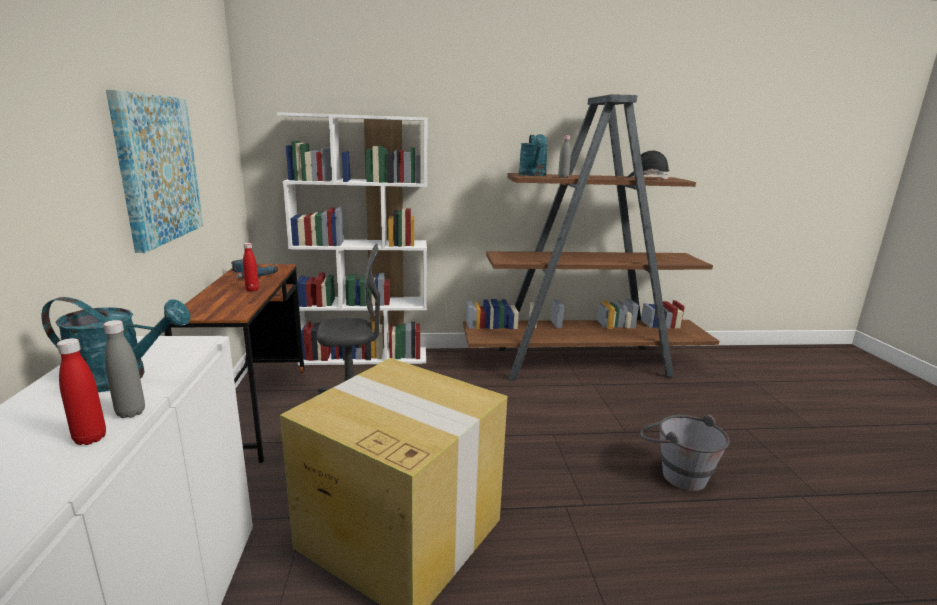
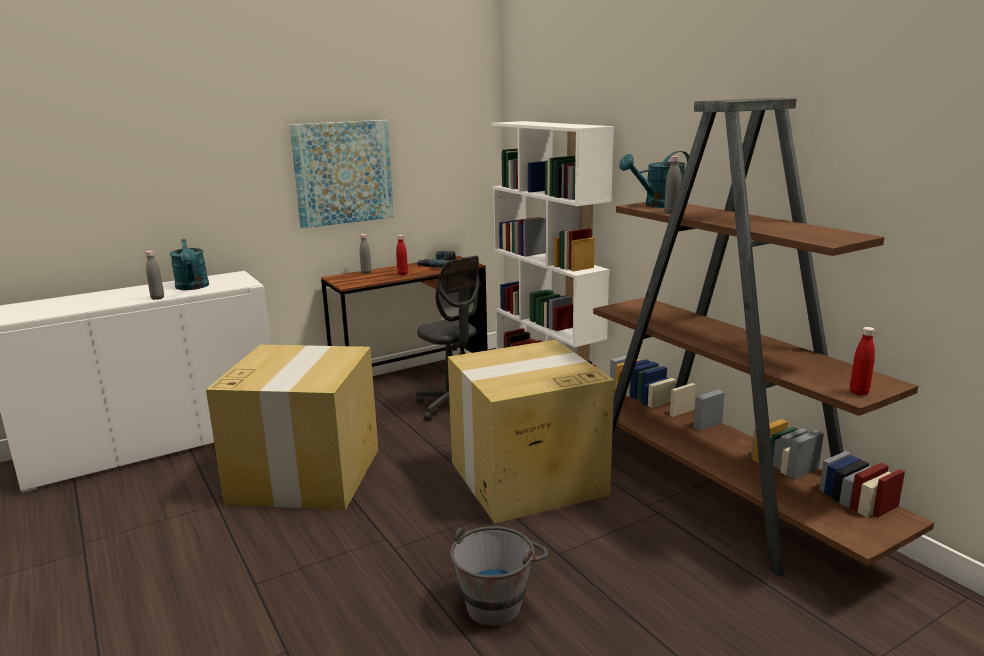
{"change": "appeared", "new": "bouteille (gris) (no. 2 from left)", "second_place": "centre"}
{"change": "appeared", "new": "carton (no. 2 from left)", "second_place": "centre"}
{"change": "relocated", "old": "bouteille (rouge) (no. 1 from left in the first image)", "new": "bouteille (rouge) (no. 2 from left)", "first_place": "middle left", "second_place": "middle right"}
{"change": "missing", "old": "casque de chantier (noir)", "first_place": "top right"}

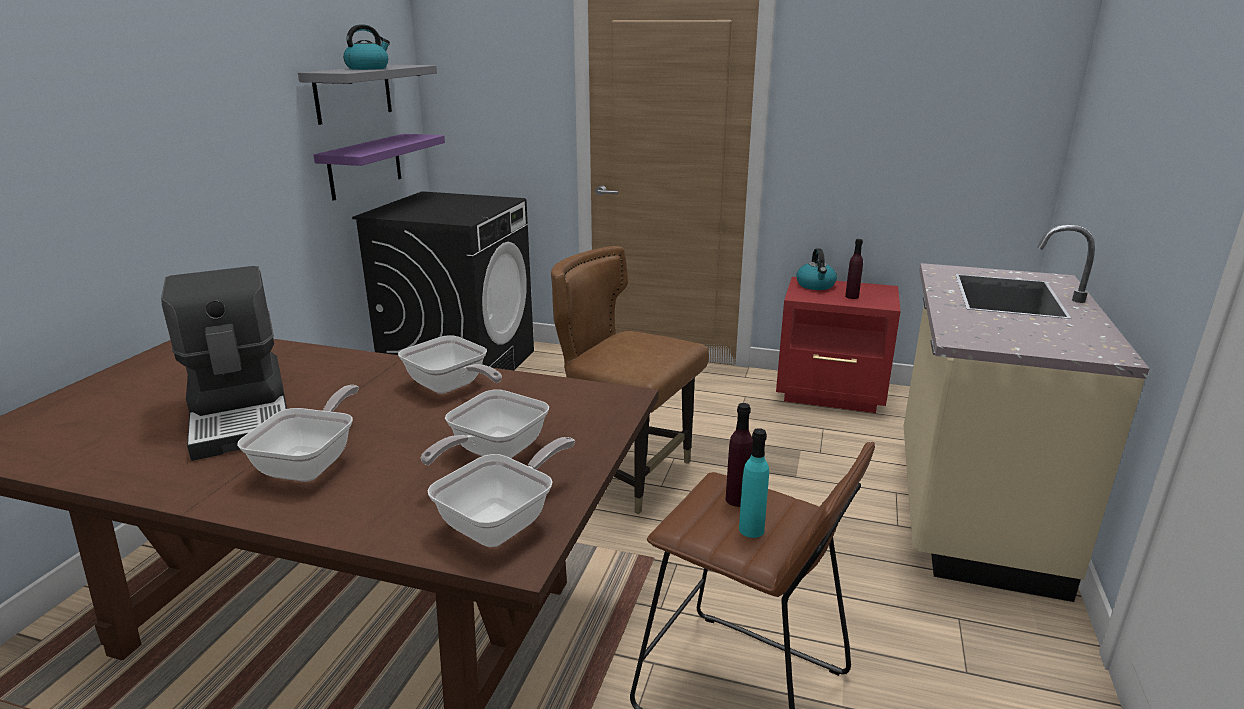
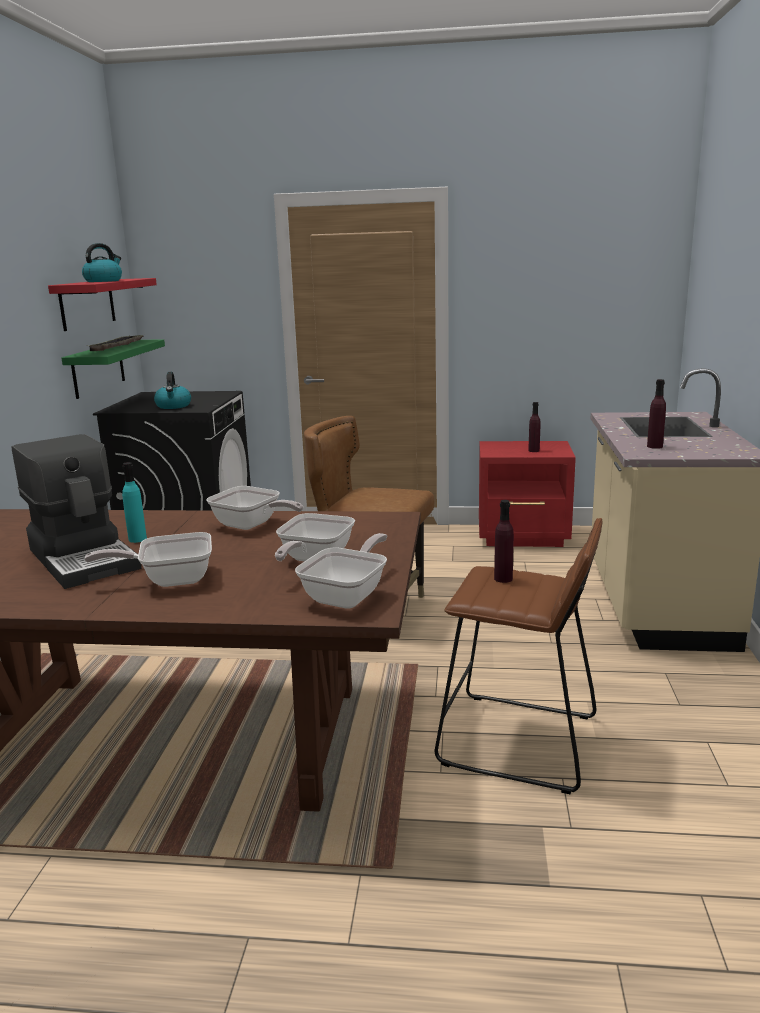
{"change": "colour", "old": "étagère (gris)", "new": "étagère (rouge)", "first_place": "top left", "second_place": "top left"}
{"change": "colour", "old": "étagère (violet)", "new": "étagère (vert)", "first_place": "top left", "second_place": "middle left"}
{"change": "spun", "old": "poêle (no. 1 from left)", "first_place": "middle left", "second_place": "middle left", "degrees": -105}
{"change": "appeared", "new": "plateau", "second_place": "middle left"}
{"change": "relocated", "old": "bouteille (turquoise)", "first_place": "bottom centre", "second_place": "middle left"}
{"change": "relocated", "old": "bouilloire (no. 2 from left)", "first_place": "centre", "second_place": "middle left"}
{"change": "appeared", "new": "bouteille (violet) (no. 3 from left)", "second_place": "middle right"}

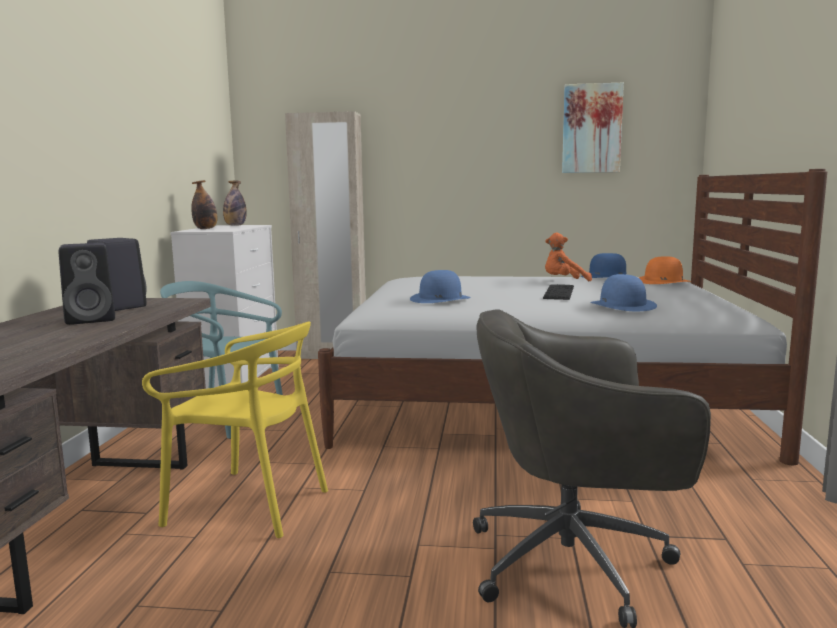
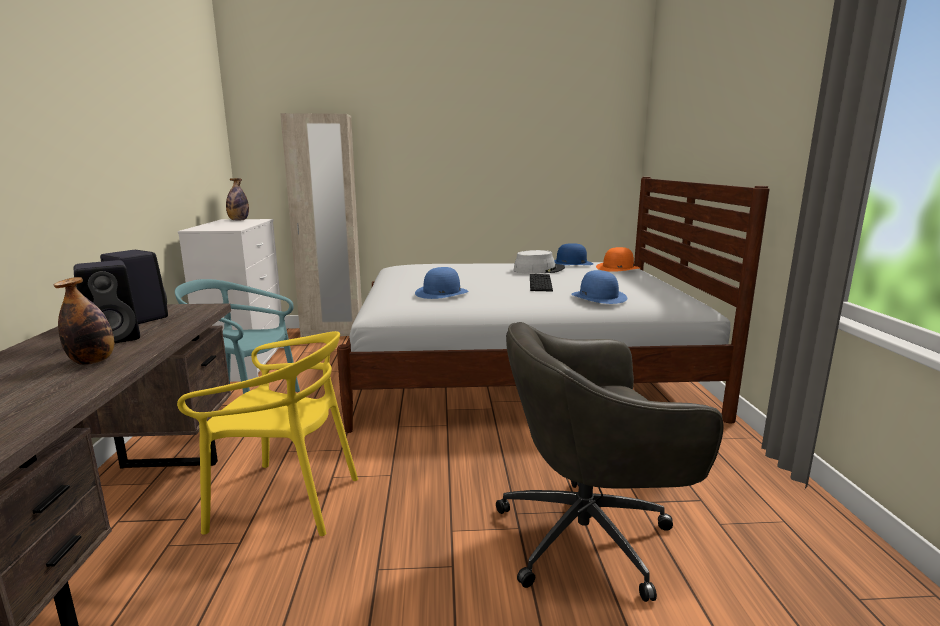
{"change": "relocated", "old": "bouteille (no. 1 from left)", "first_place": "top left", "second_place": "middle left"}
{"change": "exchanged", "old": "peluche (orange)", "new": "chapeau (gris)", "first_place": "middle right", "second_place": "centre"}
{"change": "missing", "old": "tableau", "first_place": "top right"}

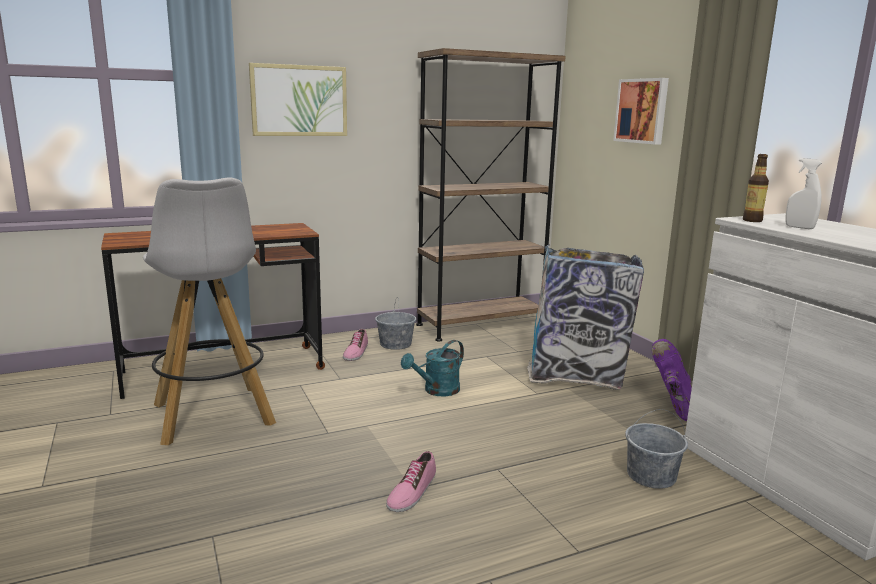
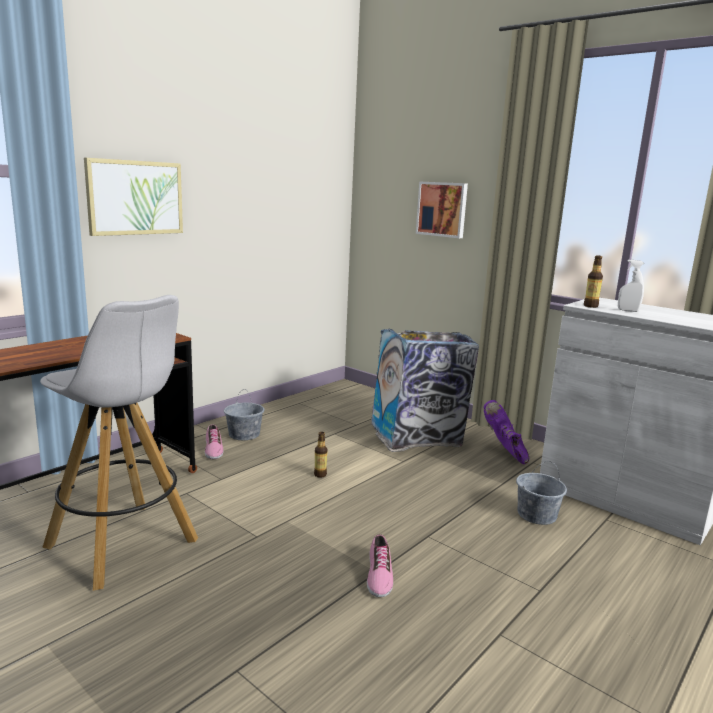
{"change": "exchanged", "old": "arrosoir (turquoise)", "new": "bouteille (no. 1 from left)", "first_place": "centre", "second_place": "centre"}
{"change": "missing", "old": "bibliothèque (marron)", "first_place": "top centre"}

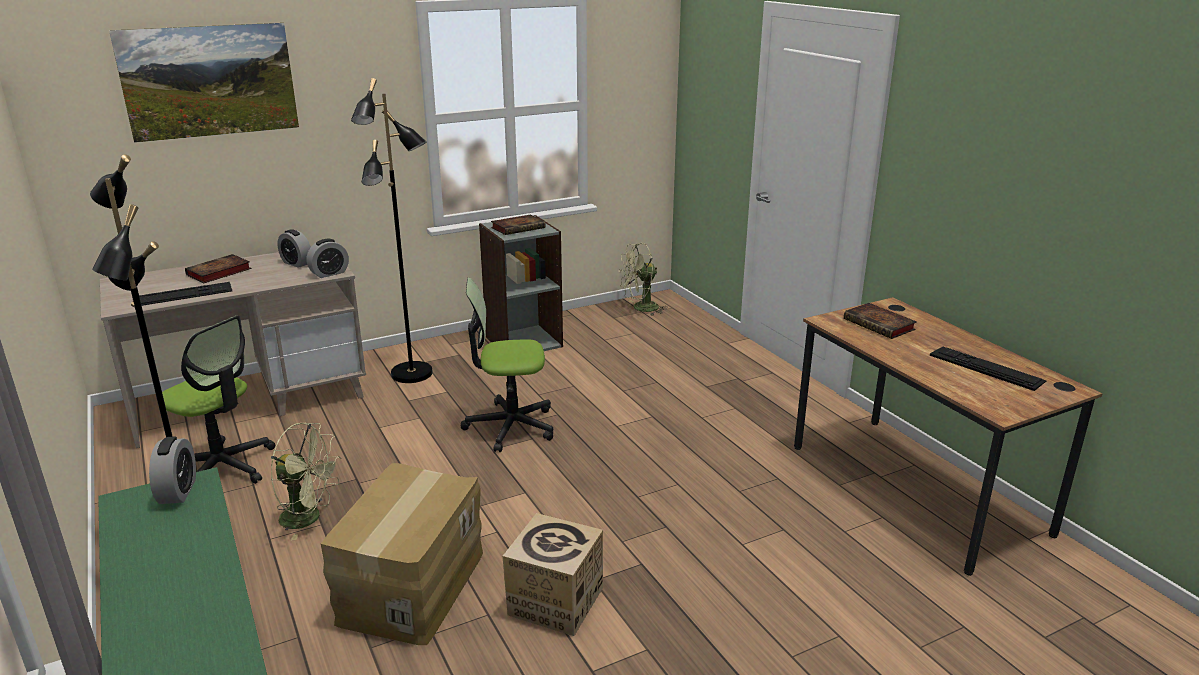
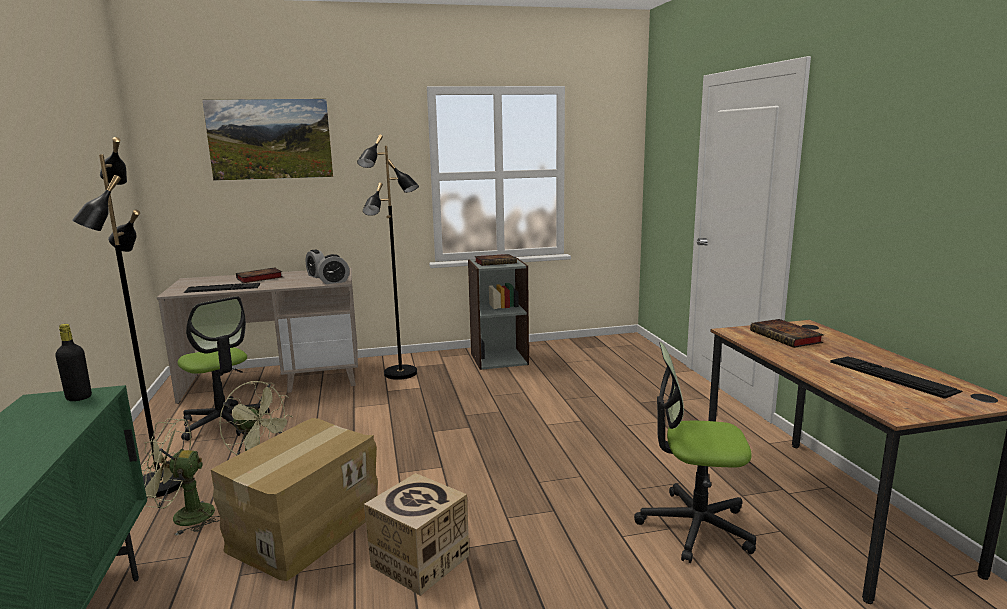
{"change": "exchanged", "old": "réveil (no. 1 from left)", "new": "bouteille (noir)", "first_place": "bottom left", "second_place": "middle left"}
{"change": "relocated", "old": "ventilateur (vert) (no. 2 from left in the first image)", "new": "ventilateur (vert) (no. 1 from left)", "first_place": "centre", "second_place": "bottom left"}
{"change": "relocated", "old": "chaise de bureau (no. 2 from left)", "first_place": "centre", "second_place": "bottom right"}

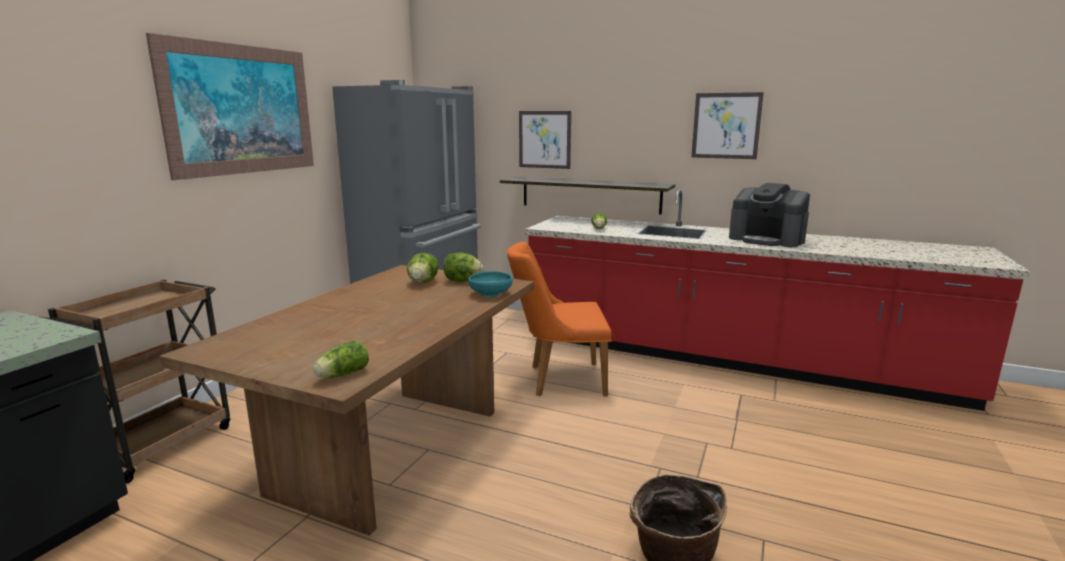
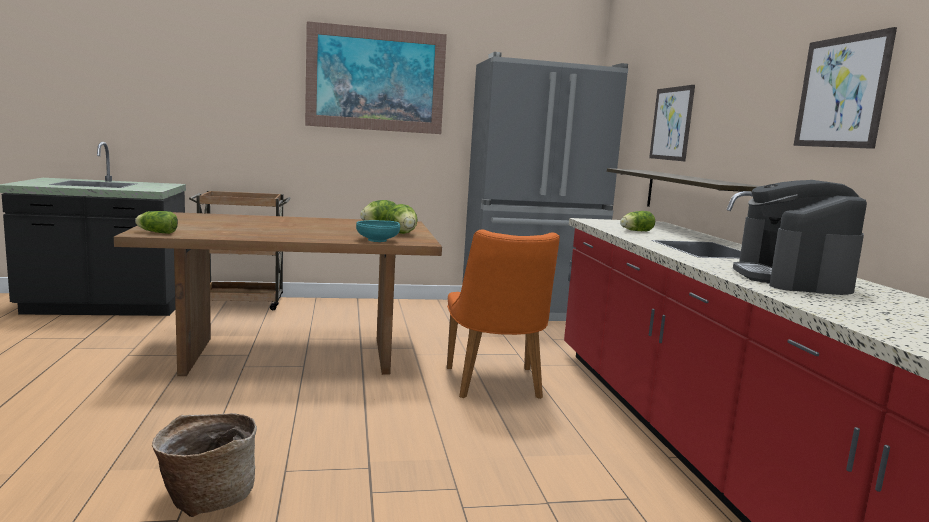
{"change": "spun", "old": "chaise (orange)", "first_place": "centre", "second_place": "centre", "degrees": -150}

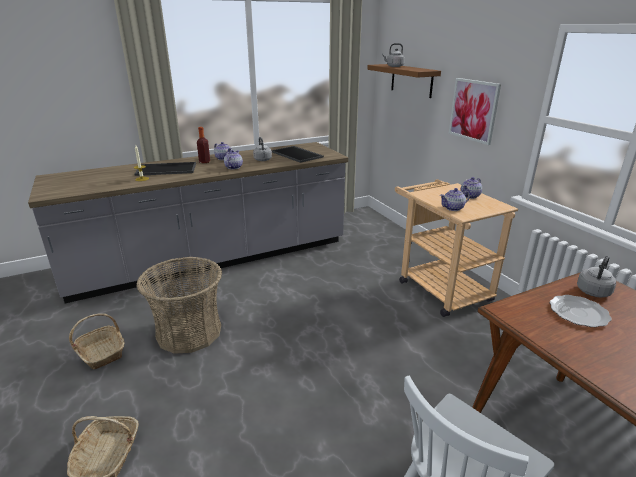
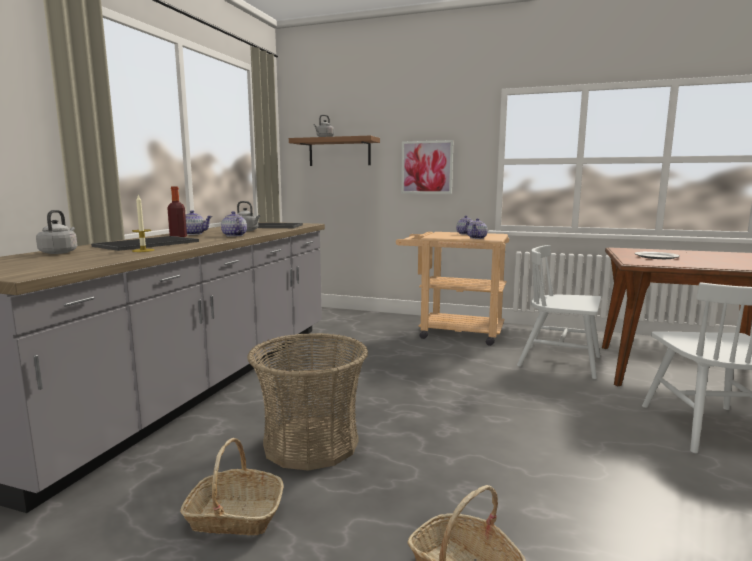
{"change": "relocated", "old": "bouilloire (gris) (no. 3 from left in the first image)", "new": "bouilloire (gris) (no. 1 from left)", "first_place": "middle right", "second_place": "middle left"}
{"change": "appeared", "new": "chaise (blanc) (no. 1 from left)", "second_place": "middle right"}

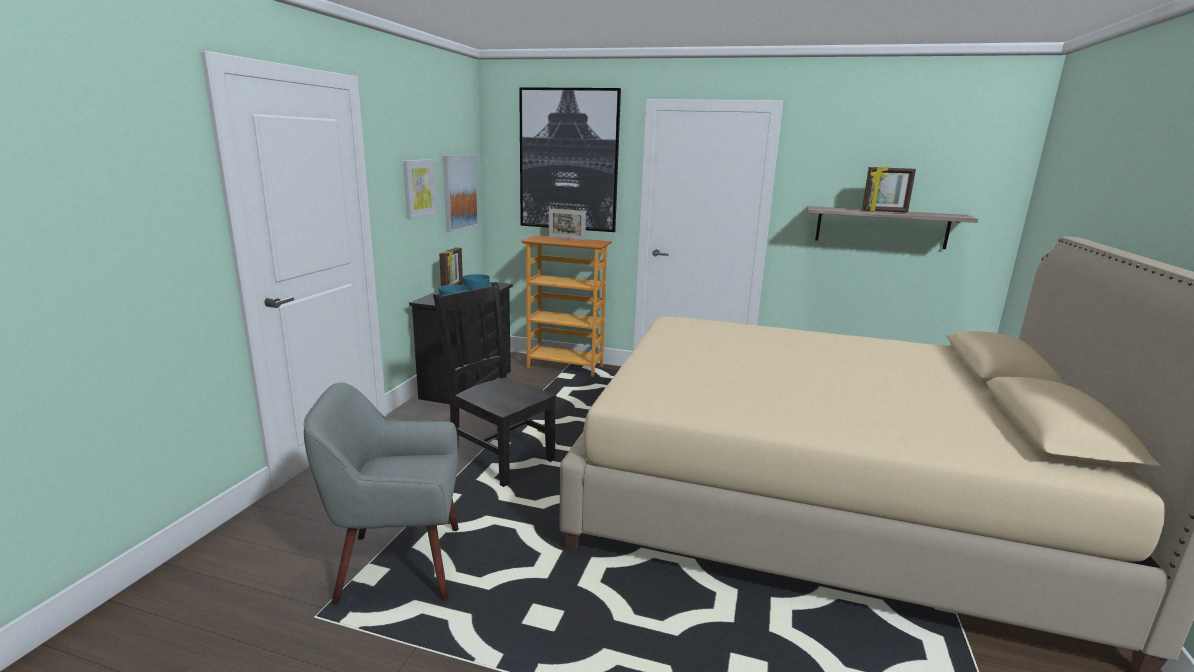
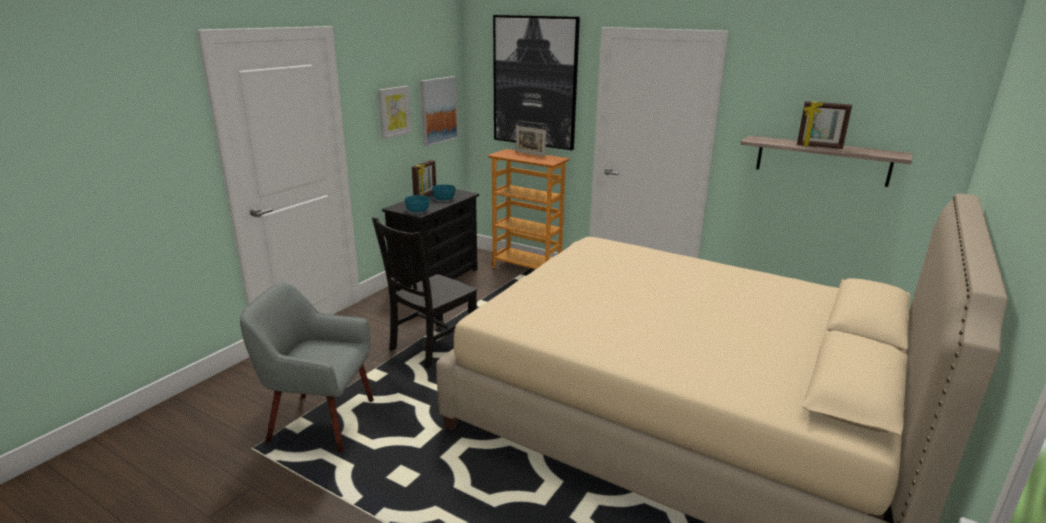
{"change": "spun", "old": "chaise (noir)", "first_place": "centre", "second_place": "centre", "degrees": -105}

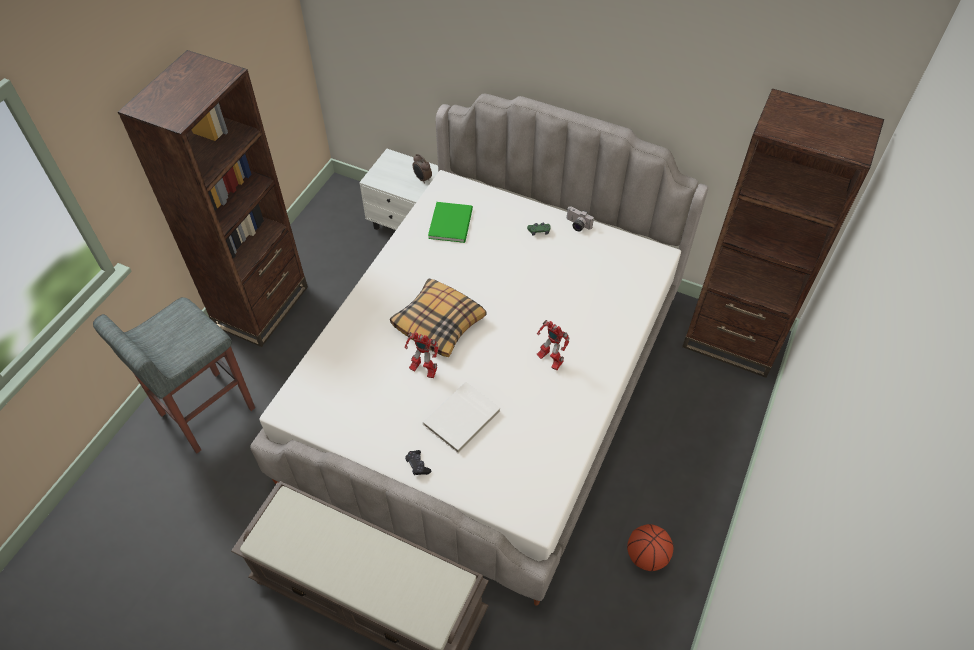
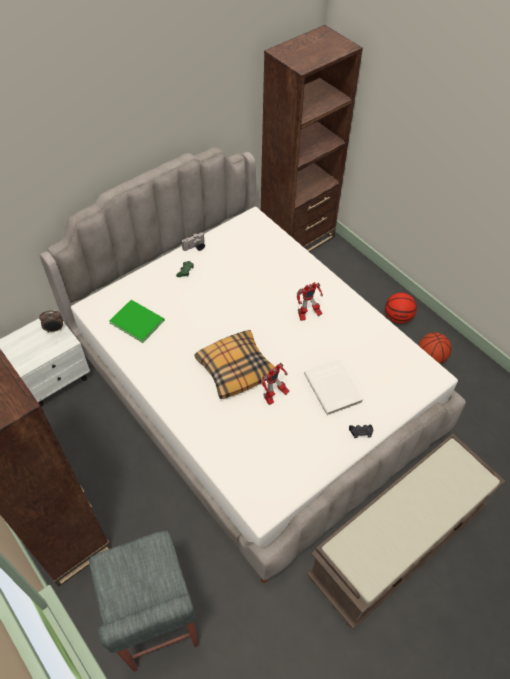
{"change": "appeared", "new": "ballon de basket (no. 1 from left)", "second_place": "middle right"}

